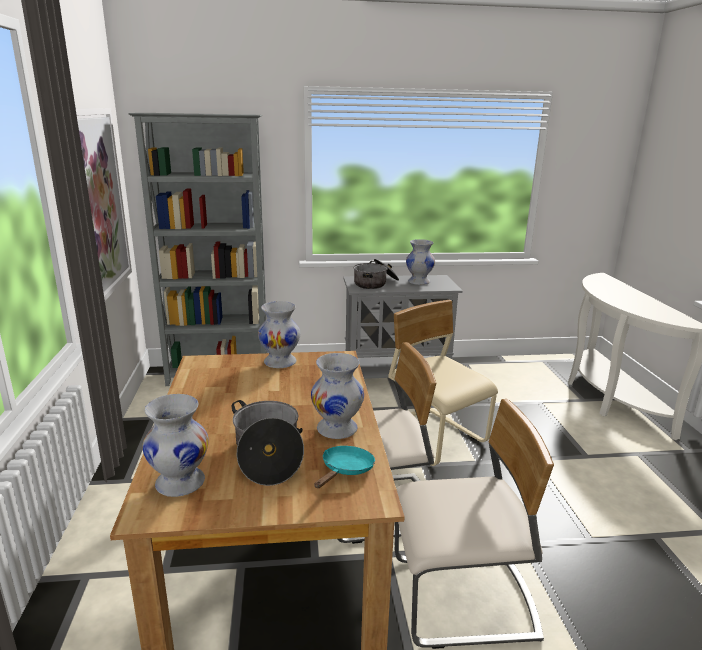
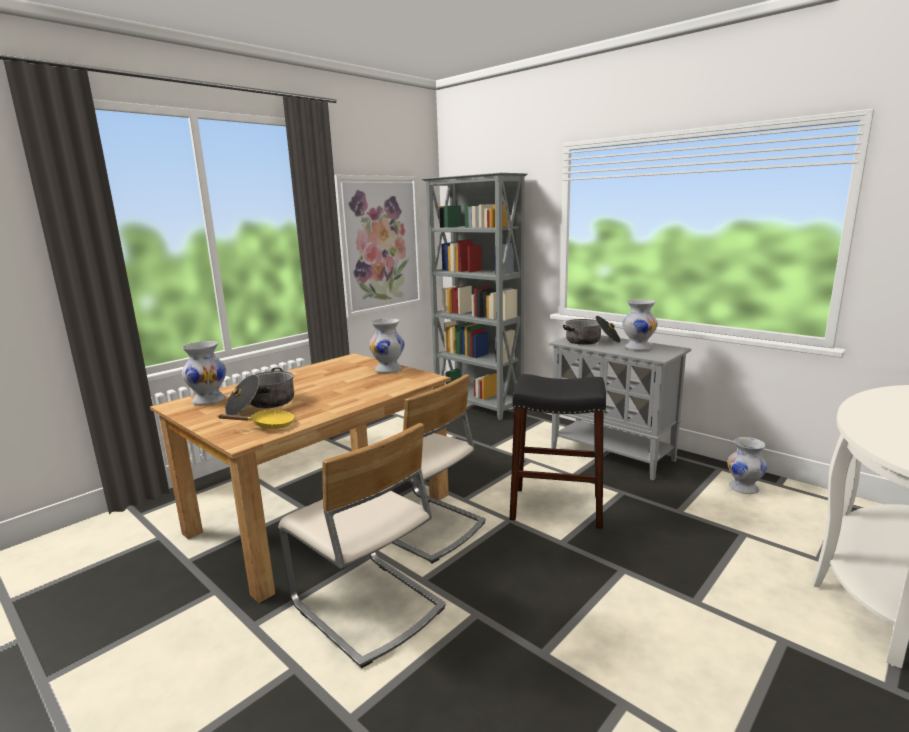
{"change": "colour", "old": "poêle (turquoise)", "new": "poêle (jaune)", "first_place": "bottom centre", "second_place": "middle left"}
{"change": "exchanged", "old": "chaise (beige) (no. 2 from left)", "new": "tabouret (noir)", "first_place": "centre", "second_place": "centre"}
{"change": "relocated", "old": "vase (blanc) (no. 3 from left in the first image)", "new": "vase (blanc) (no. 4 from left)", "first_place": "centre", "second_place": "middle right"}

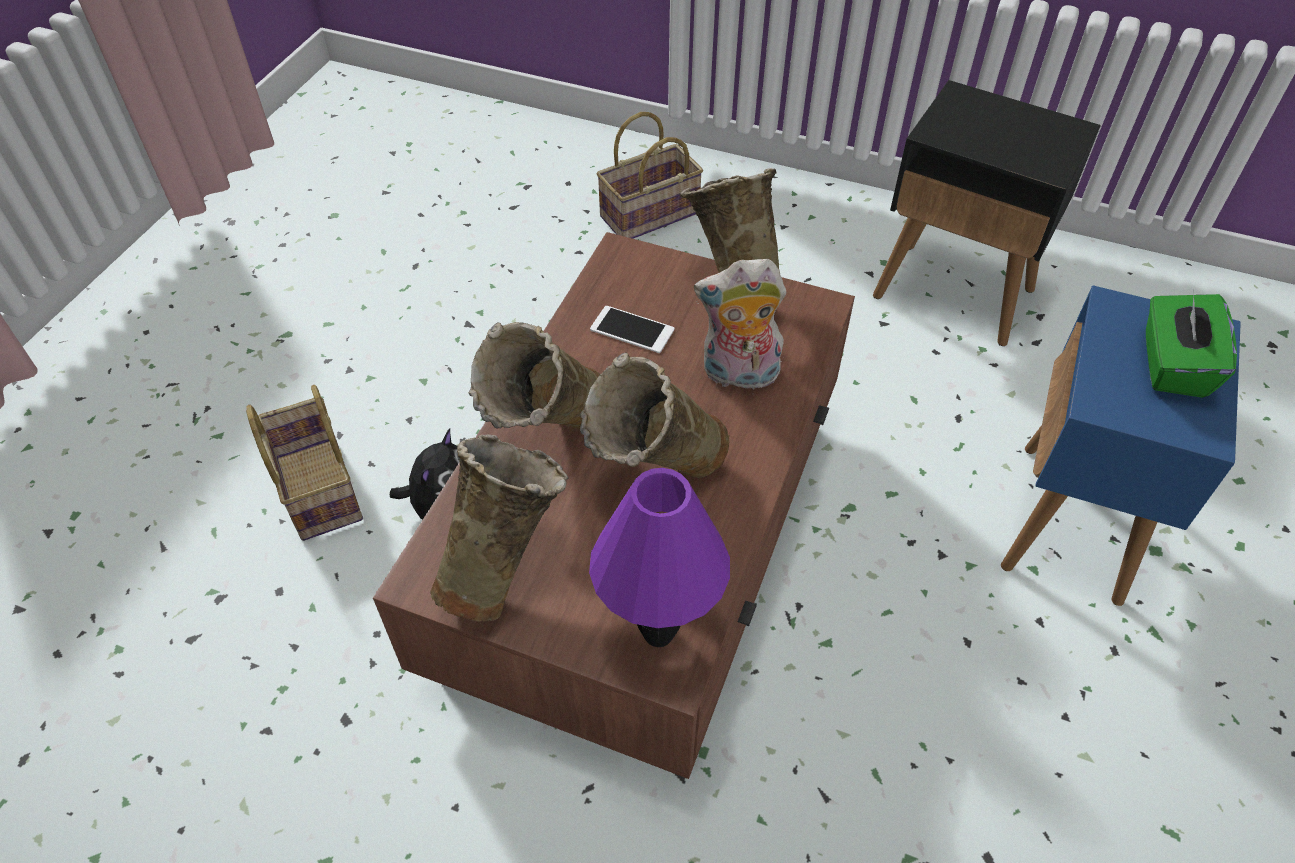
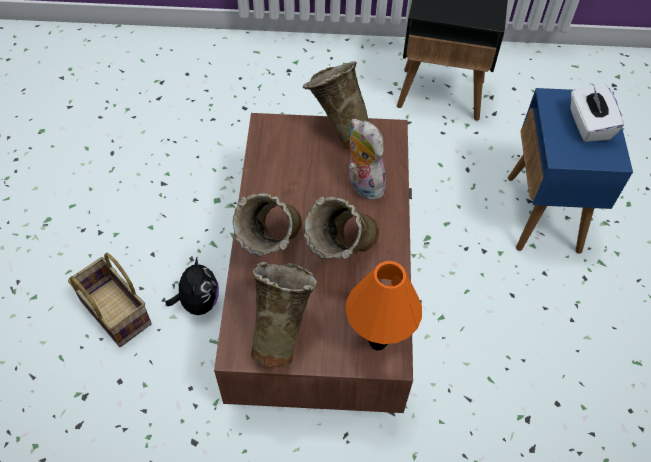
{"change": "colour", "old": "lampe de table (violet)", "new": "lampe de table (orange)", "first_place": "centre", "second_place": "centre"}
{"change": "spun", "old": "peluche (no. 2 from left)", "first_place": "centre", "second_place": "centre", "degrees": 75}
{"change": "colour", "old": "boîte à mouchoirs (vert)", "new": "boîte à mouchoirs (blanc)", "first_place": "middle right", "second_place": "top right"}
{"change": "missing", "old": "téléphone", "first_place": "centre"}
{"change": "missing", "old": "panier (no. 2 from left)", "first_place": "top centre"}

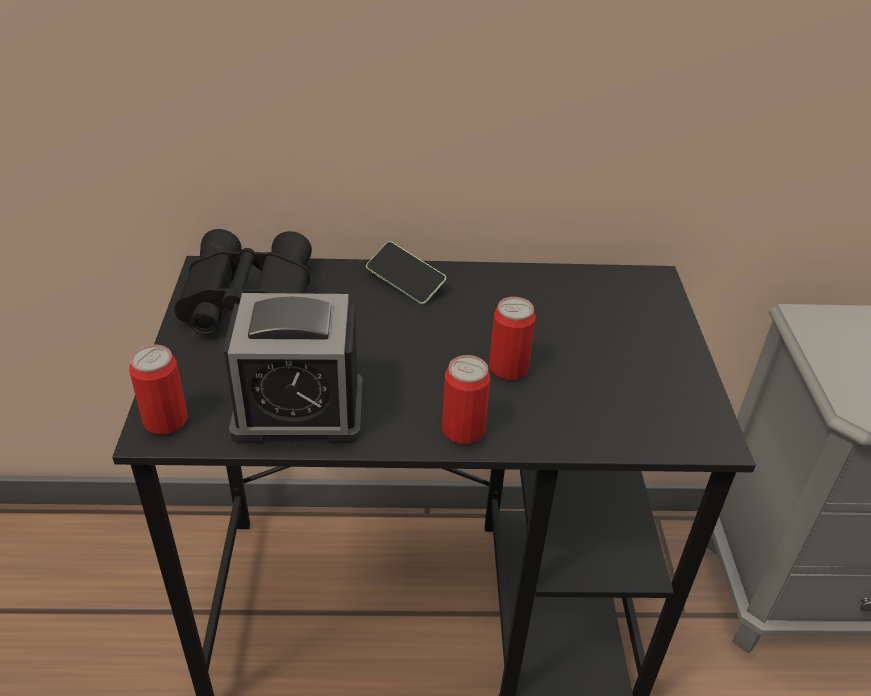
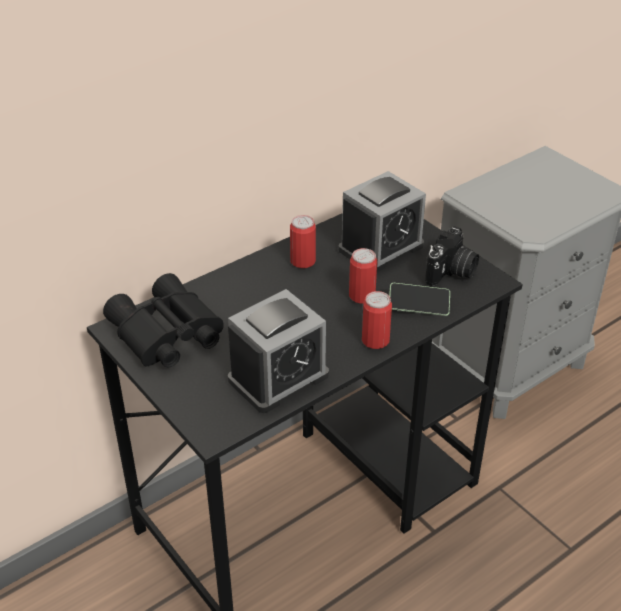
{"change": "relocated", "old": "boîte métallique (no. 1 from left)", "first_place": "middle left", "second_place": "centre"}
{"change": "appeared", "new": "réveil (no. 2 from left)", "second_place": "centre"}
{"change": "relocated", "old": "téléphone", "first_place": "centre", "second_place": "middle right"}
{"change": "appeared", "new": "appareil photo", "second_place": "middle right"}

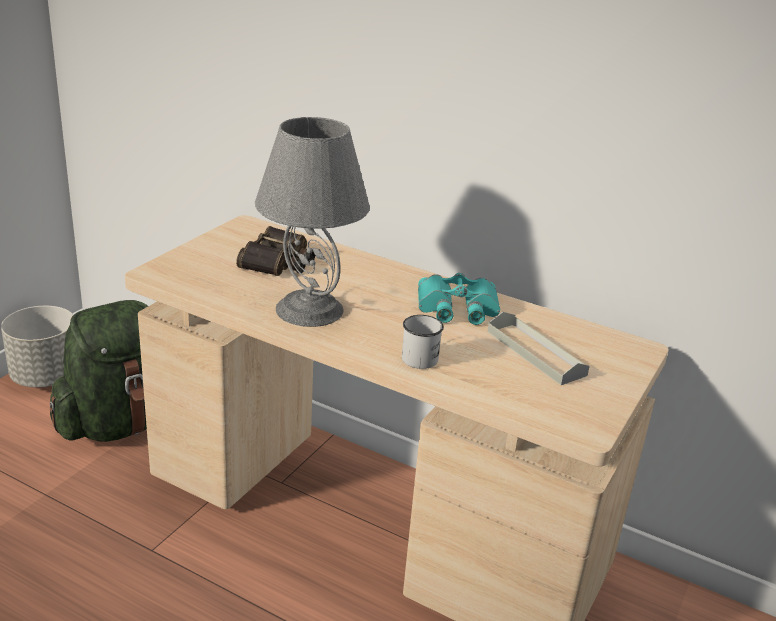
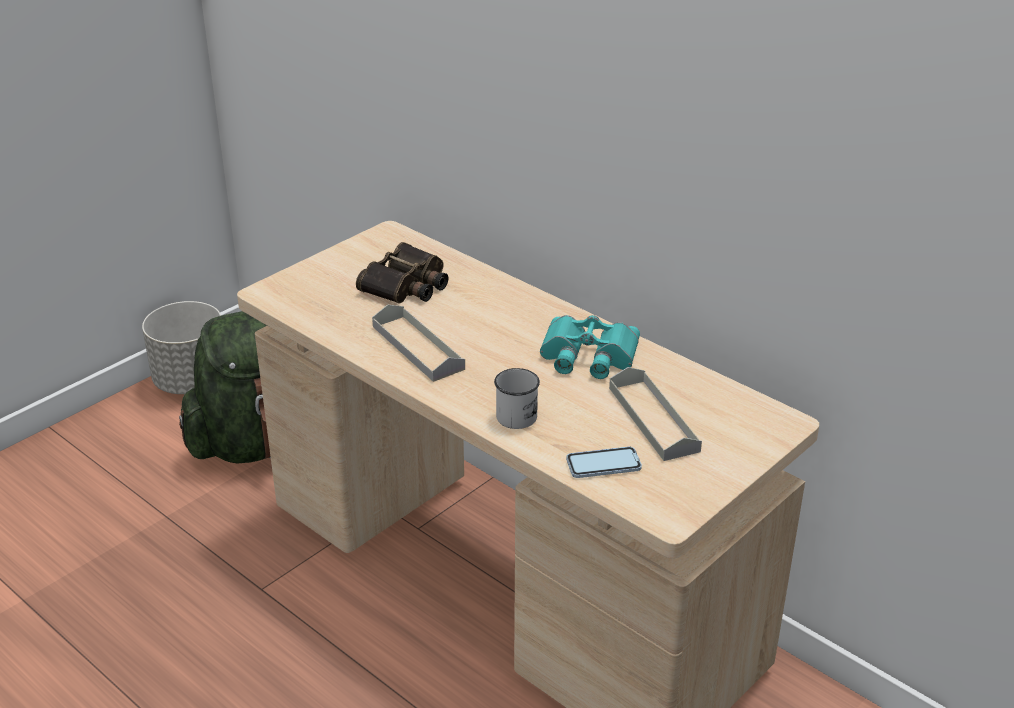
{"change": "exchanged", "old": "lampe de table (gris)", "new": "plateau (gris) (no. 1 from left)", "first_place": "centre", "second_place": "centre"}
{"change": "appeared", "new": "téléphone", "second_place": "centre"}

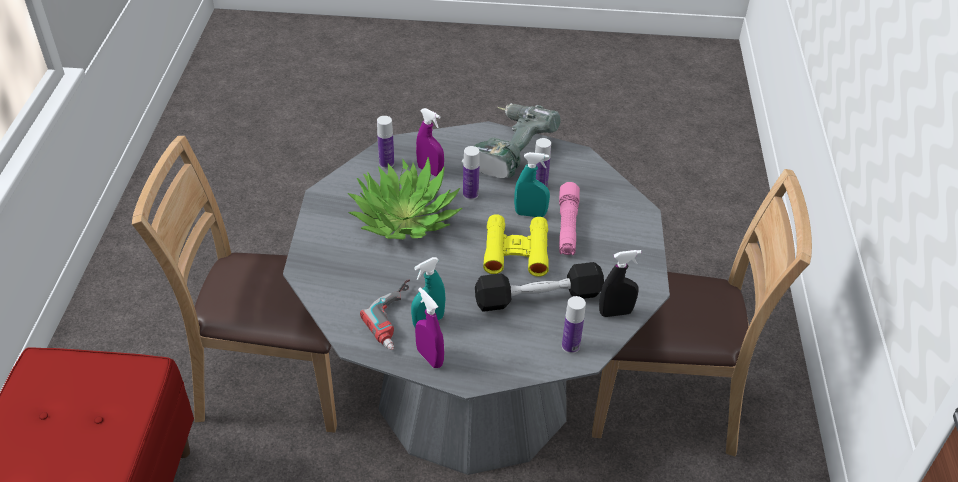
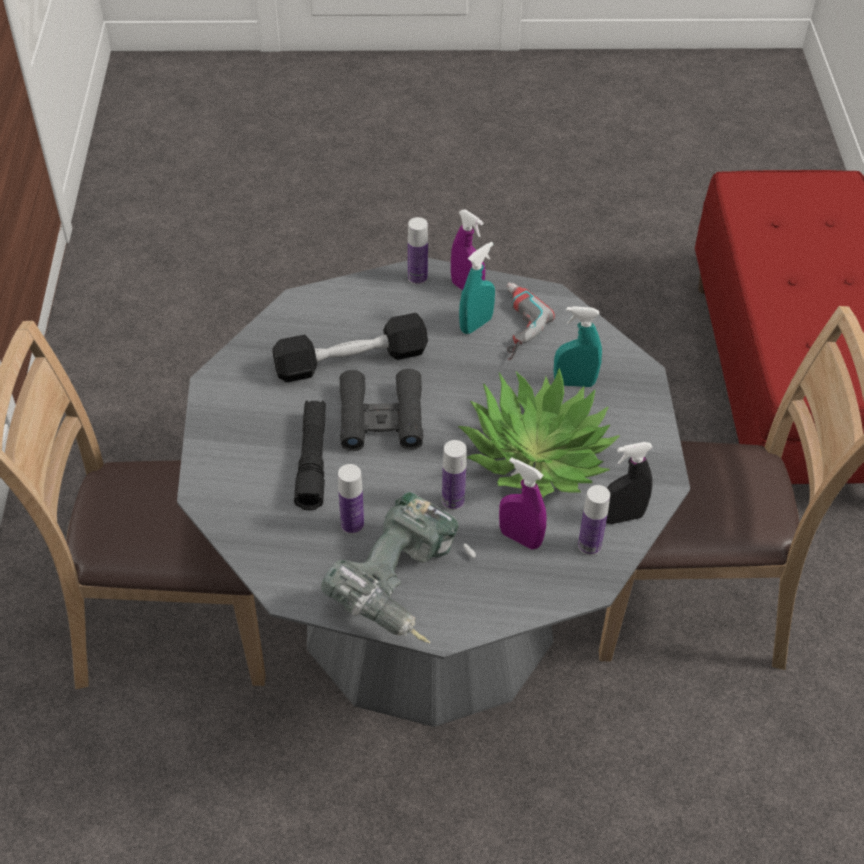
{"change": "colour", "old": "lampe de poche (rose)", "new": "lampe de poche (noir)", "first_place": "centre", "second_place": "centre"}
{"change": "colour", "old": "jumelles (jaune)", "new": "jumelles (noir)", "first_place": "centre", "second_place": "centre"}
{"change": "relocated", "old": "bouteille (no. 4 from left in the first image)", "new": "bouteille (no. 2 from left)", "first_place": "bottom centre", "second_place": "top centre"}
{"change": "relocated", "old": "vaporisateur (turquoise) (no. 2 from left)", "first_place": "centre", "second_place": "middle right"}
{"change": "relocated", "old": "vaporisateur (noir)", "first_place": "centre", "second_place": "middle right"}

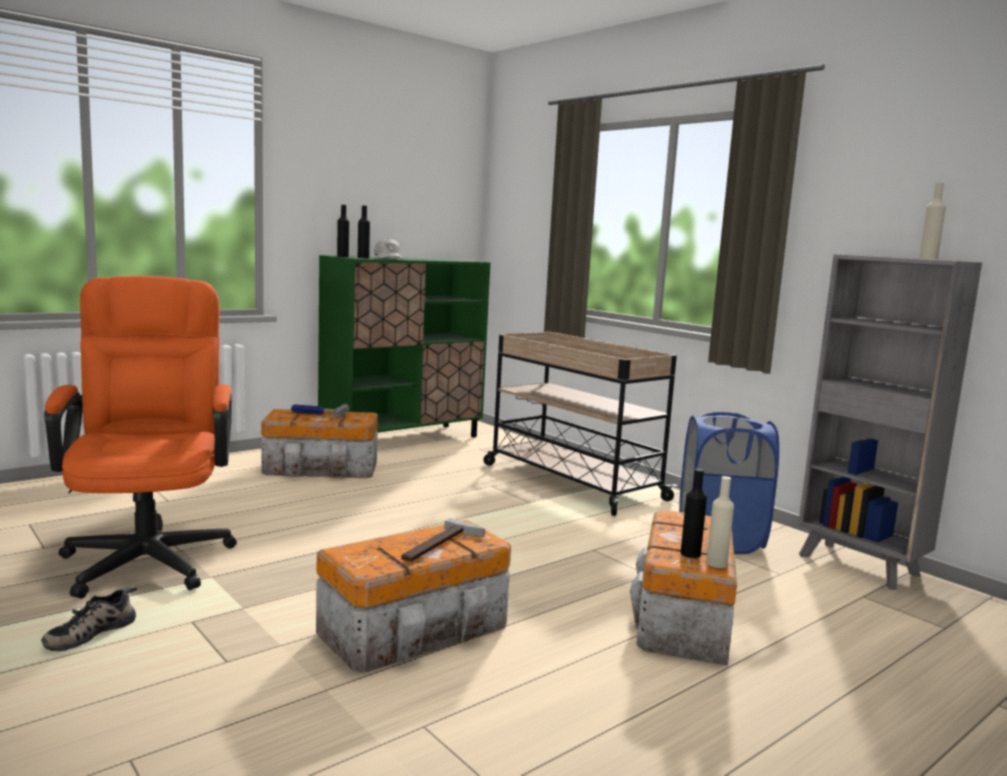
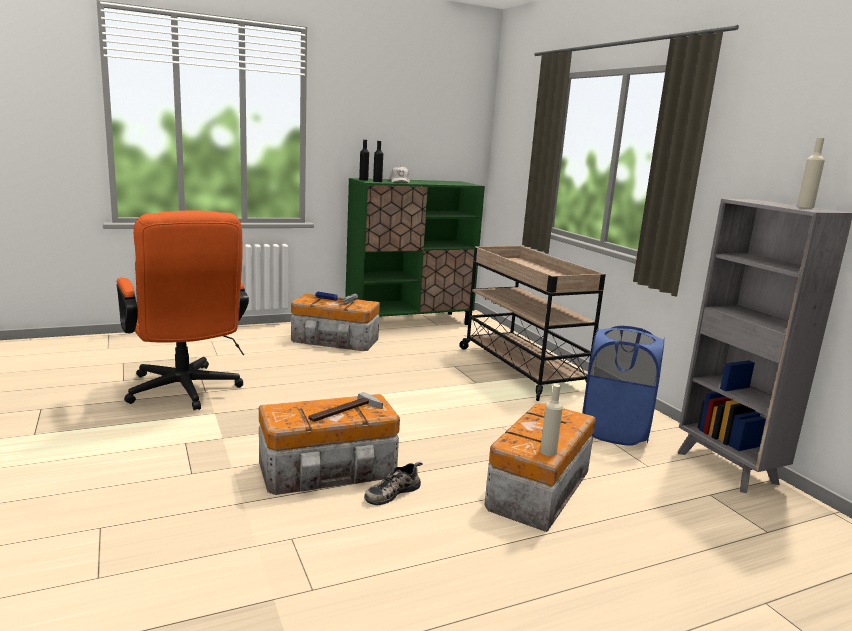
{"change": "spun", "old": "chaise de bureau (orange)", "first_place": "middle left", "second_place": "middle left", "degrees": 150}
{"change": "relocated", "old": "chaussure", "first_place": "bottom left", "second_place": "bottom centre"}
{"change": "missing", "old": "bouteille (noir) (no. 3 from left)", "first_place": "middle right"}

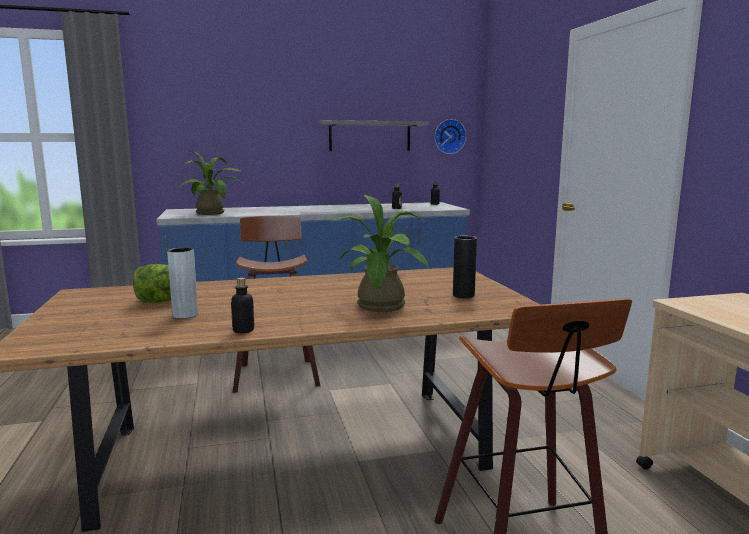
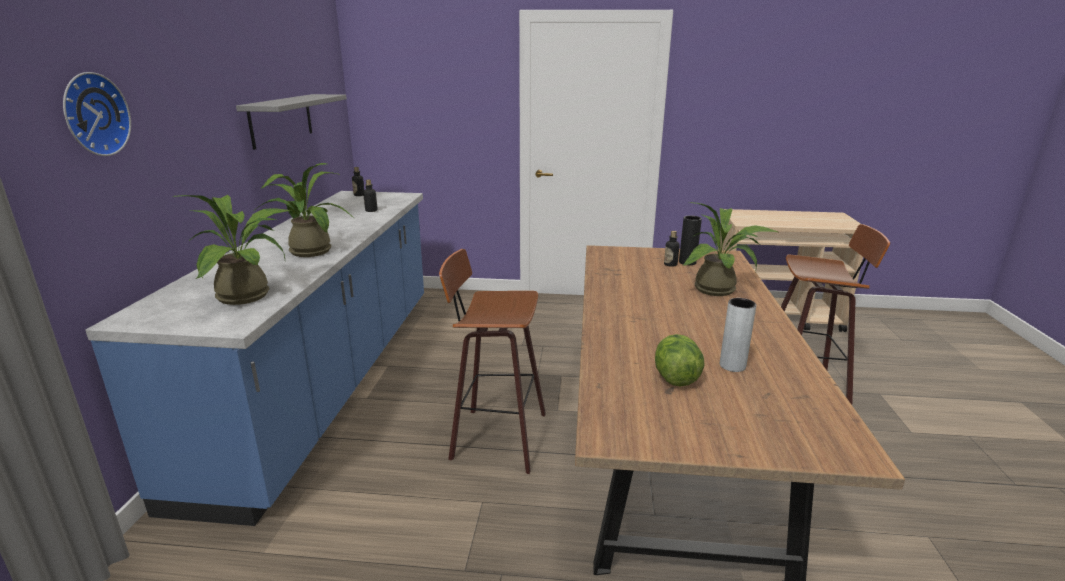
{"change": "relocated", "old": "horloge murale", "first_place": "top centre", "second_place": "top left"}
{"change": "appeared", "new": "plante en pot (no. 2 from left)", "second_place": "middle left"}
{"change": "relocated", "old": "bouteille (no. 1 from left in the first image)", "new": "bouteille (no. 3 from left)", "first_place": "middle left", "second_place": "centre"}

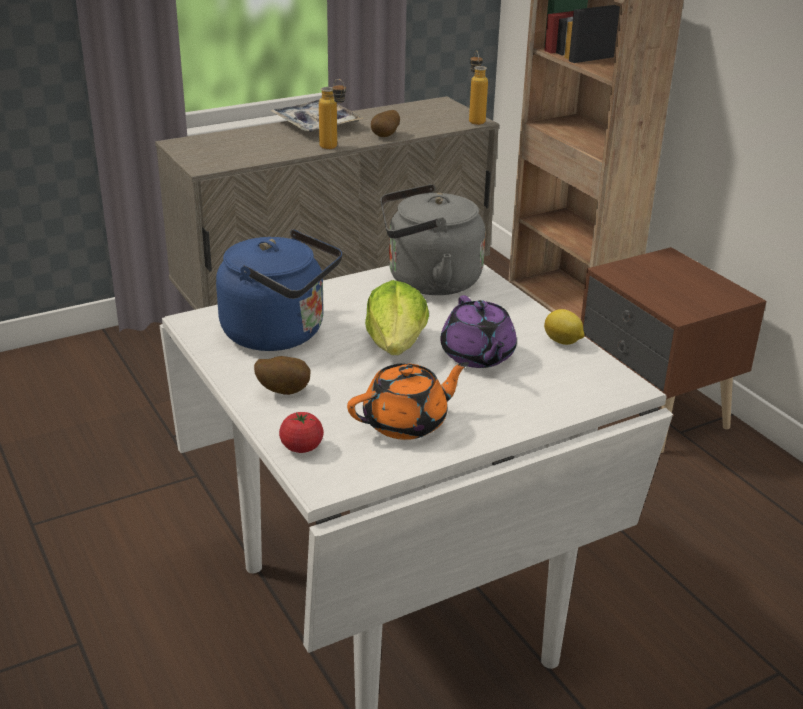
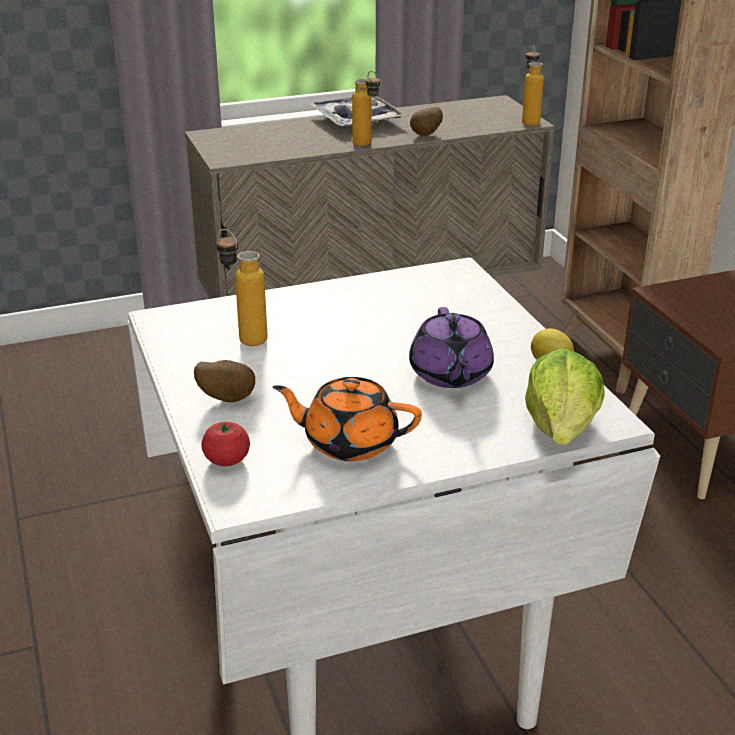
{"change": "exchanged", "old": "bouilloire (bleu)", "new": "bouteille (no. 1 from left)", "first_place": "centre", "second_place": "middle left"}
{"change": "spun", "old": "théière (orange)", "first_place": "centre", "second_place": "centre", "degrees": -150}
{"change": "relocated", "old": "laitue", "first_place": "centre", "second_place": "middle right"}
{"change": "missing", "old": "bouilloire (gris)", "first_place": "centre"}

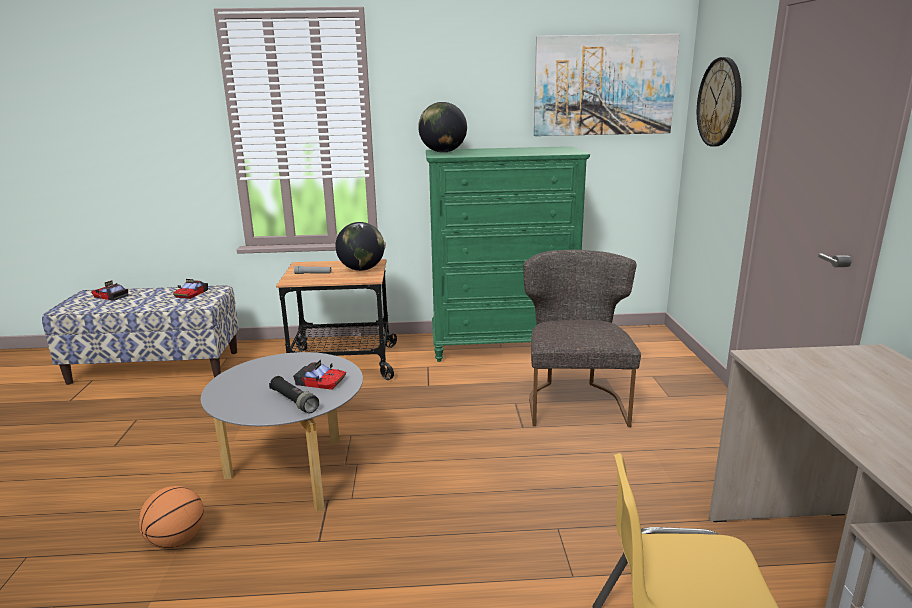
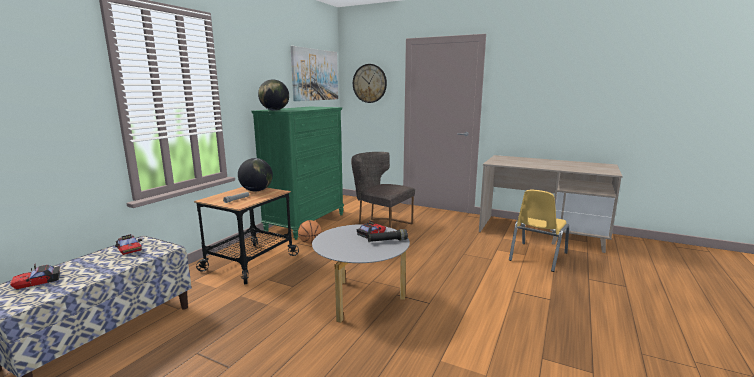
{"change": "relocated", "old": "ballon de basket", "first_place": "bottom left", "second_place": "centre"}

